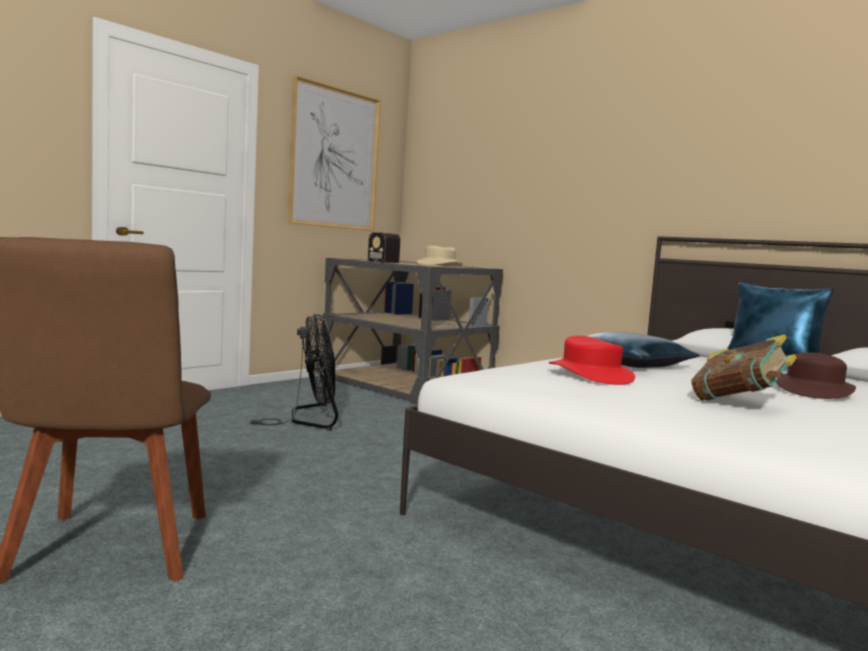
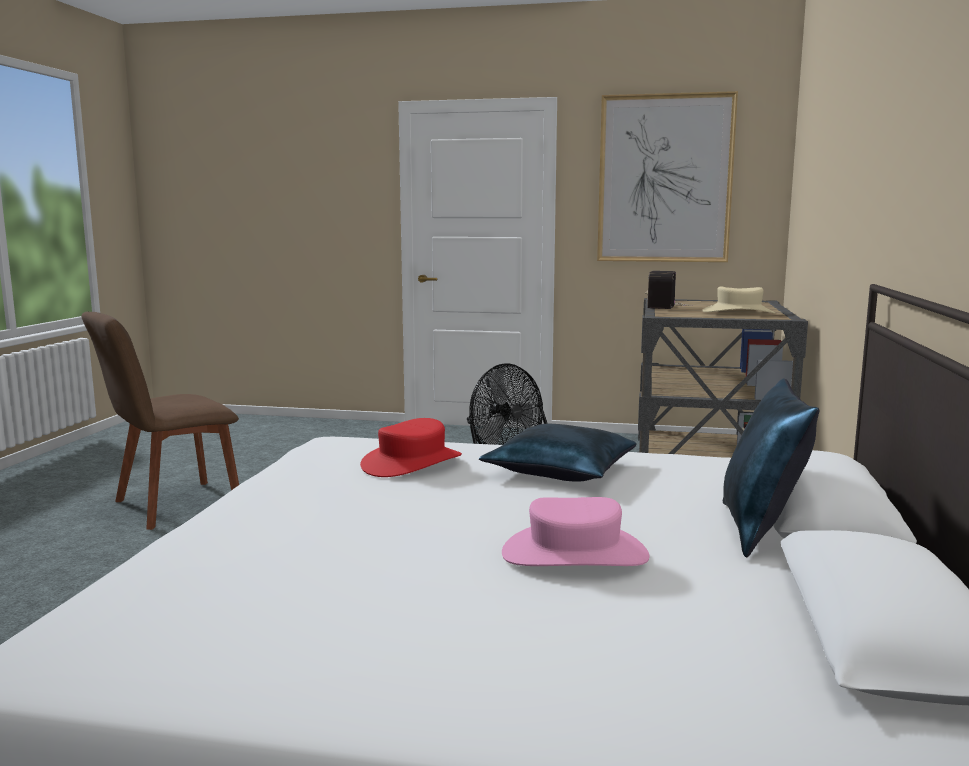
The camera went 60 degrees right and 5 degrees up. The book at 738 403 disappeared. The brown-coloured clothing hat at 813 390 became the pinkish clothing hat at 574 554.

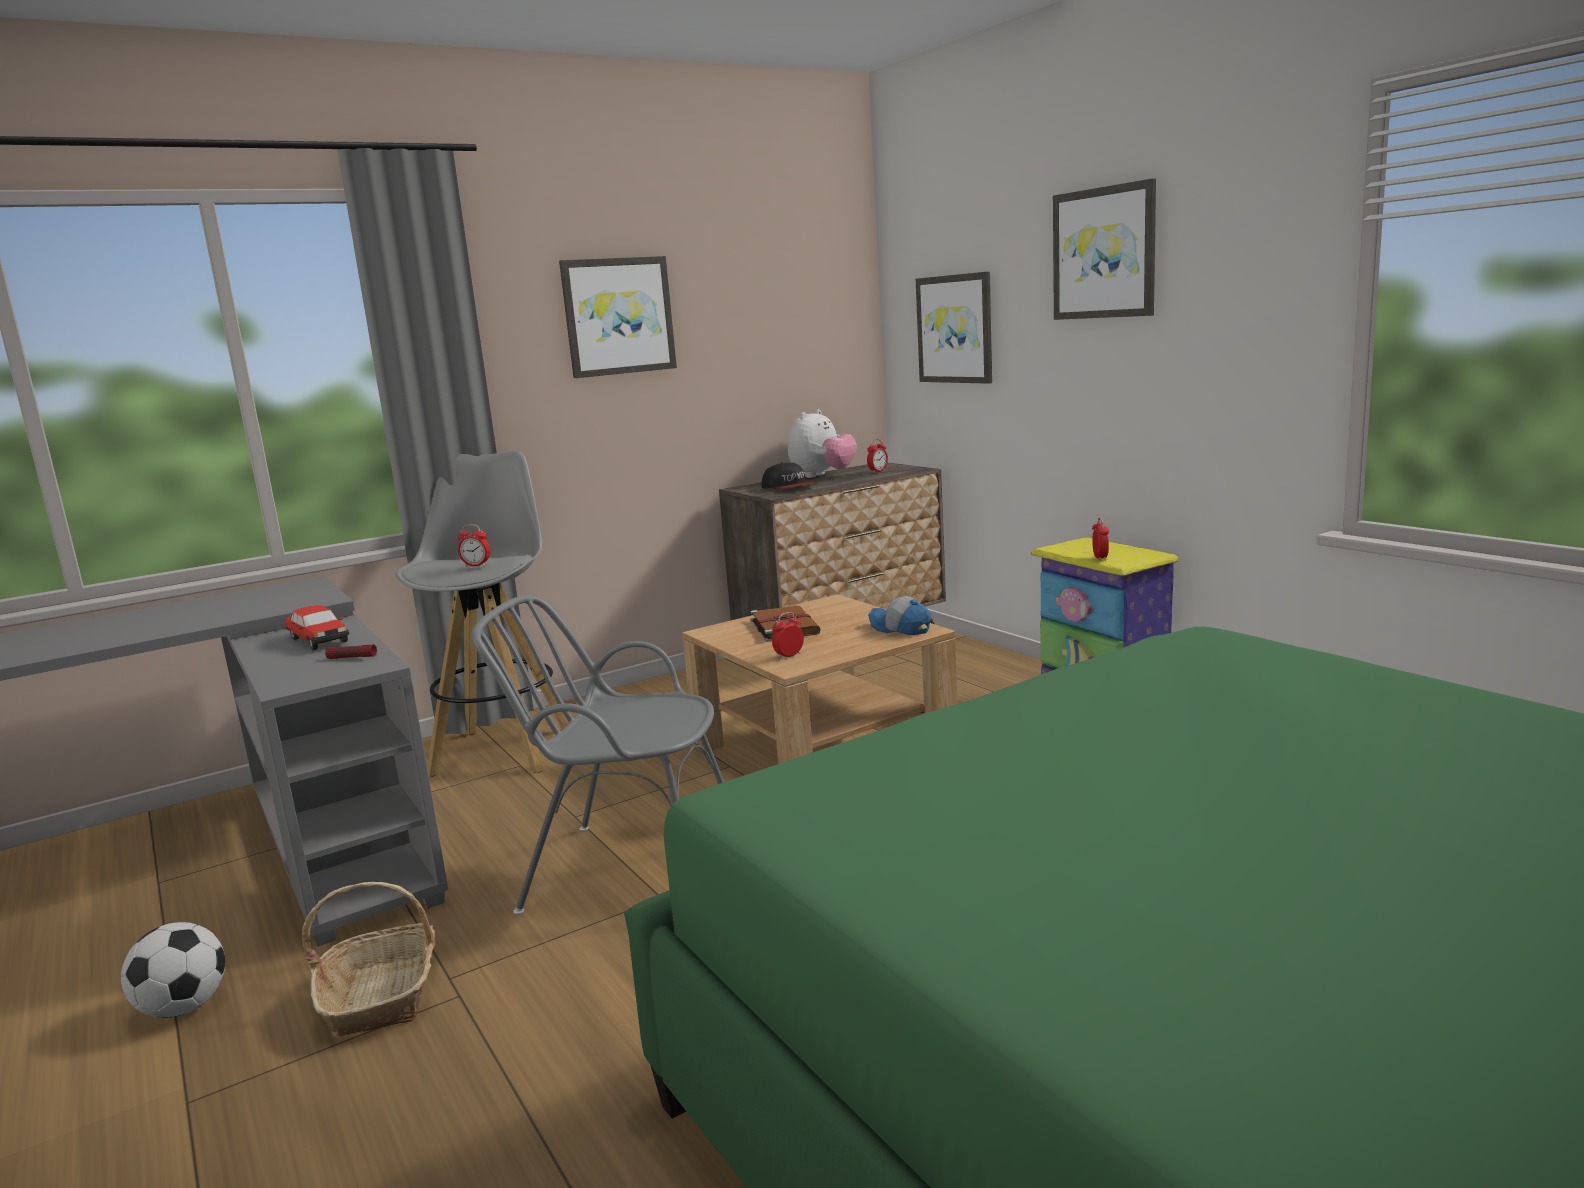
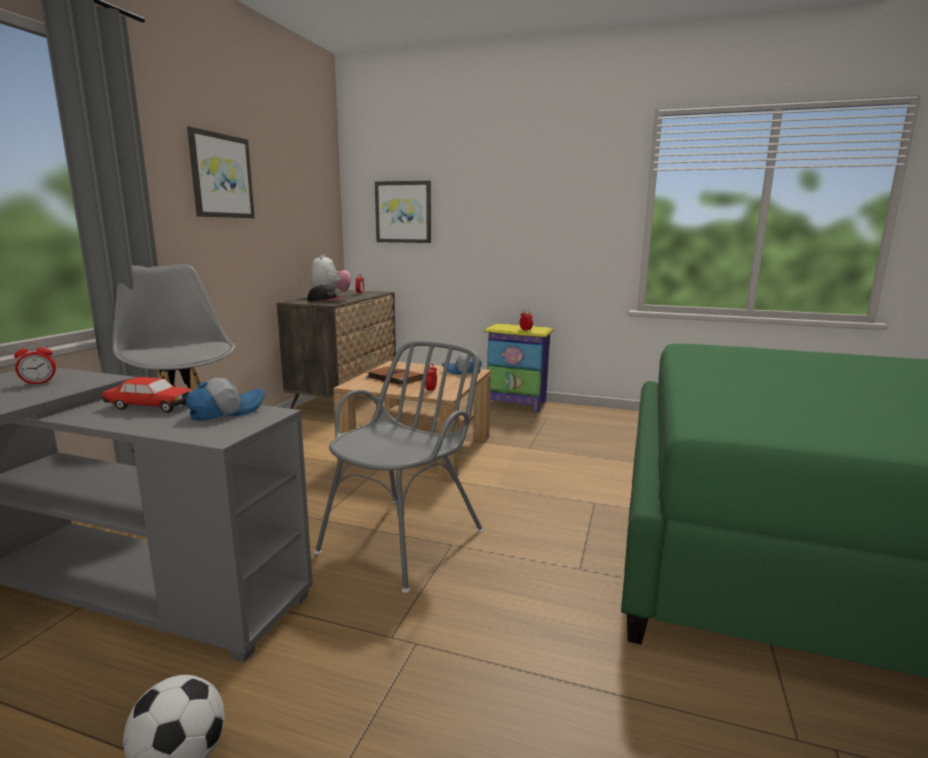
The camera went 40 degrees left and 0 degrees up. The picture at 1104 253 disappeared. The bedside clock moved from 476 565 to 39 383. The greyish upright chair at 626 869 turned 150 degrees clockwise. The torch at 352 658 was replaced by the baseball cap at 226 412. The storage basket at 382 994 disappeared.

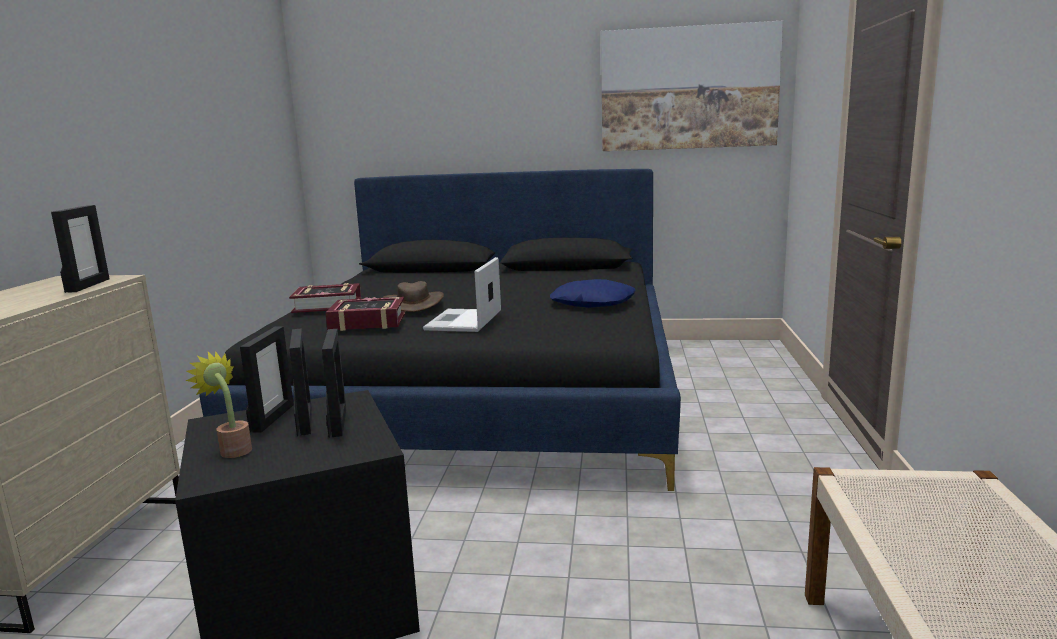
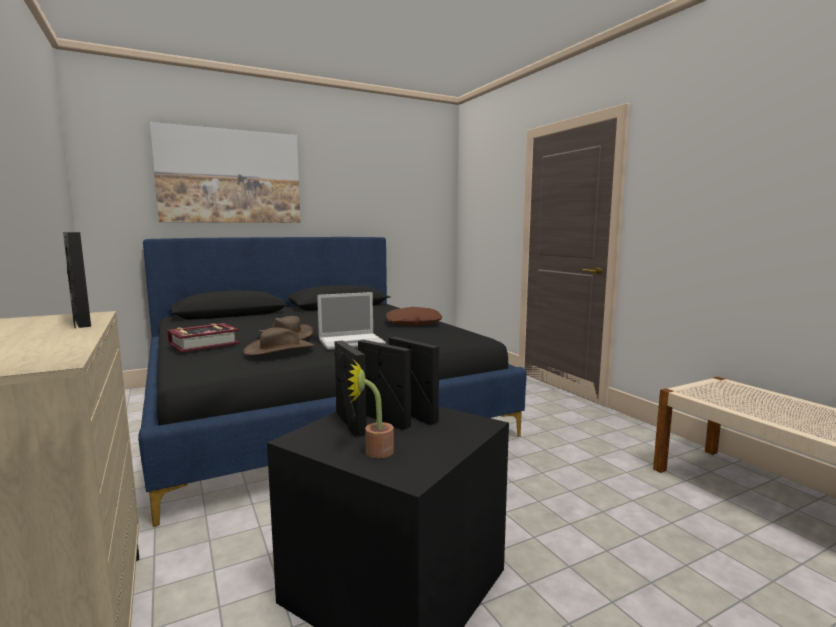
The camera went 35 degrees left and 5 degrees down. The picture moved from 688 88 to 230 177. The notebook computer at 463 322 turned 90 degrees counterclockwise. The bluish throw pillow at 592 303 became the brown-coloured throw pillow at 413 323. The book at 367 322 was replaced by the brown-coloured clothing hat at 280 349.

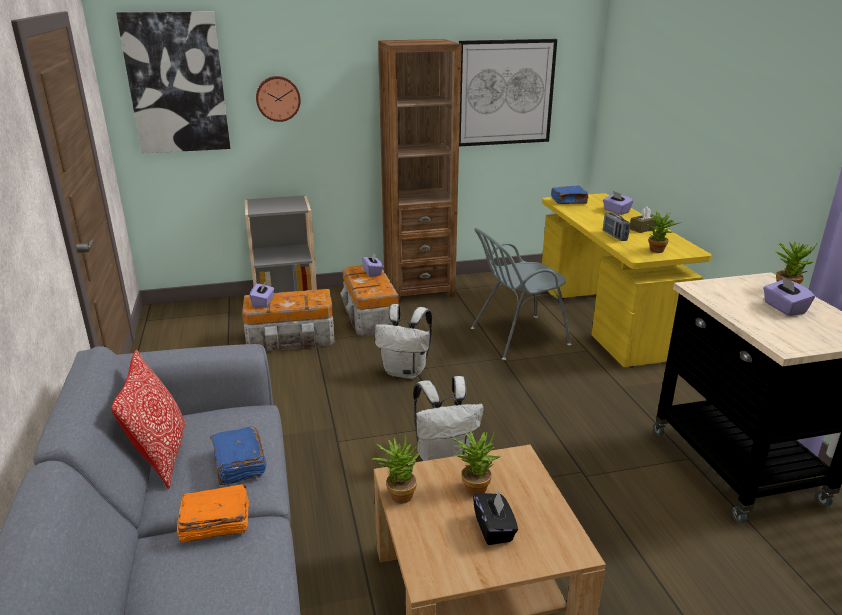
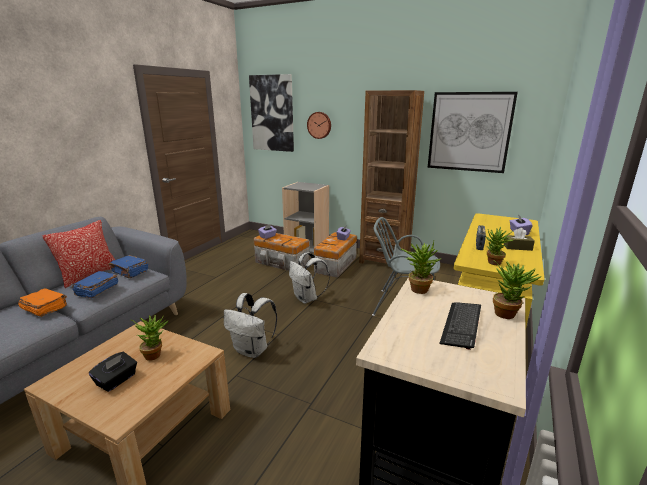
The camera went 40 degrees right and 5 degrees down. The bluish book moved from 569 201 to 130 272. The purple tissue box at 784 308 was replaced by the keyboard at 461 325. The potted plant moved from 397 494 to 417 288.

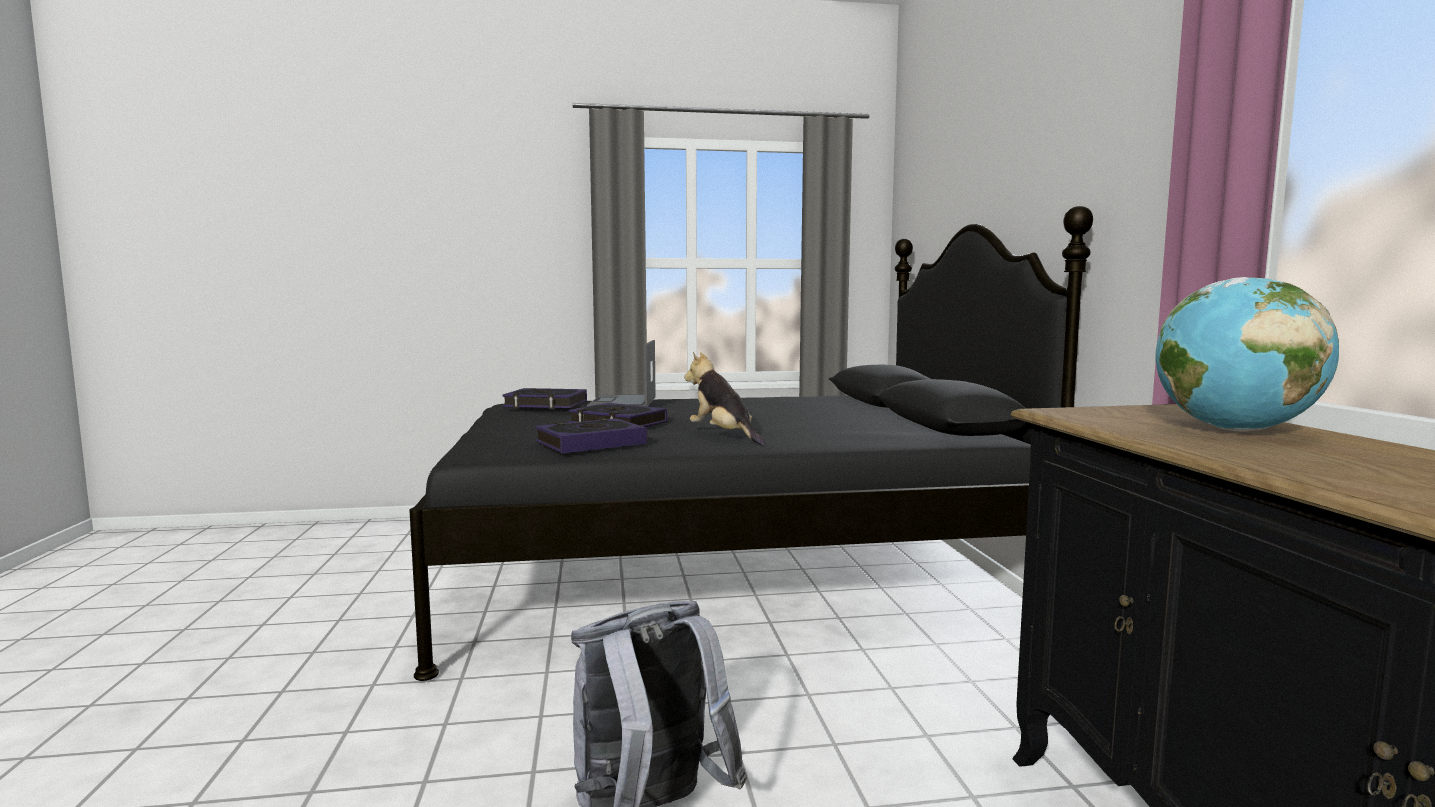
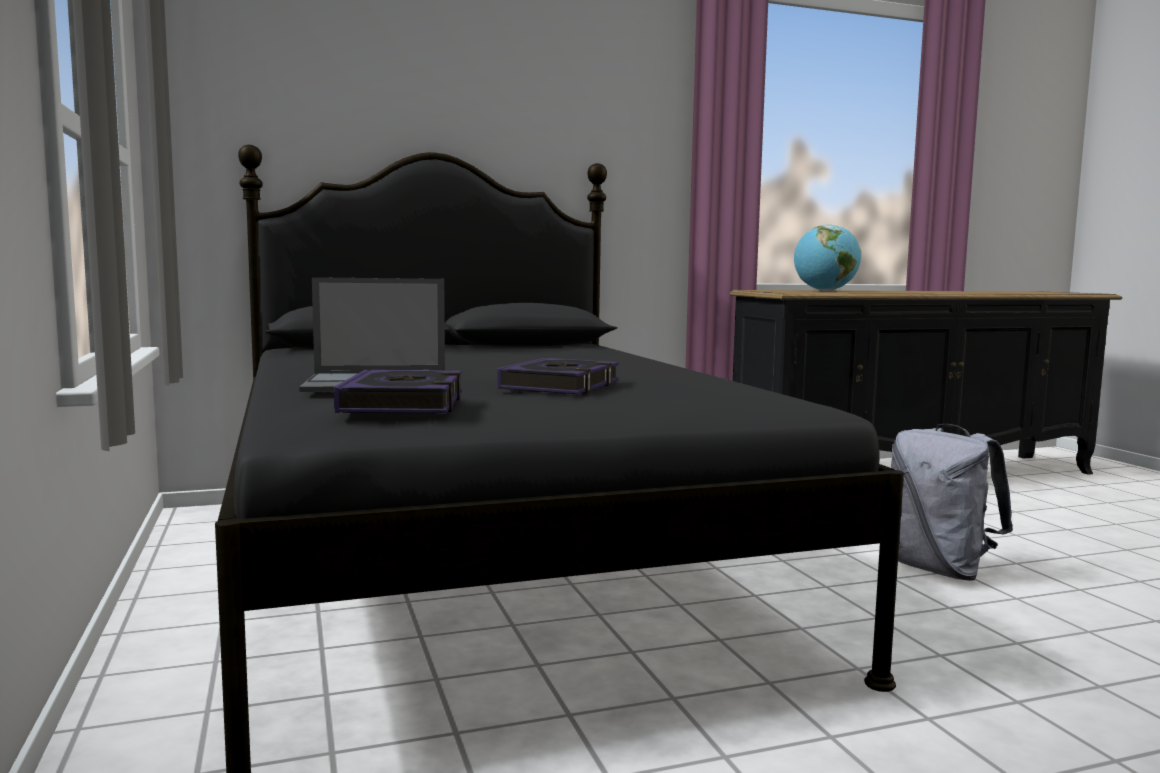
The camera went 100 degrees left and 0 degrees up. The cuddly toy at 723 436 disappeared. The book at 590 443 disappeared.

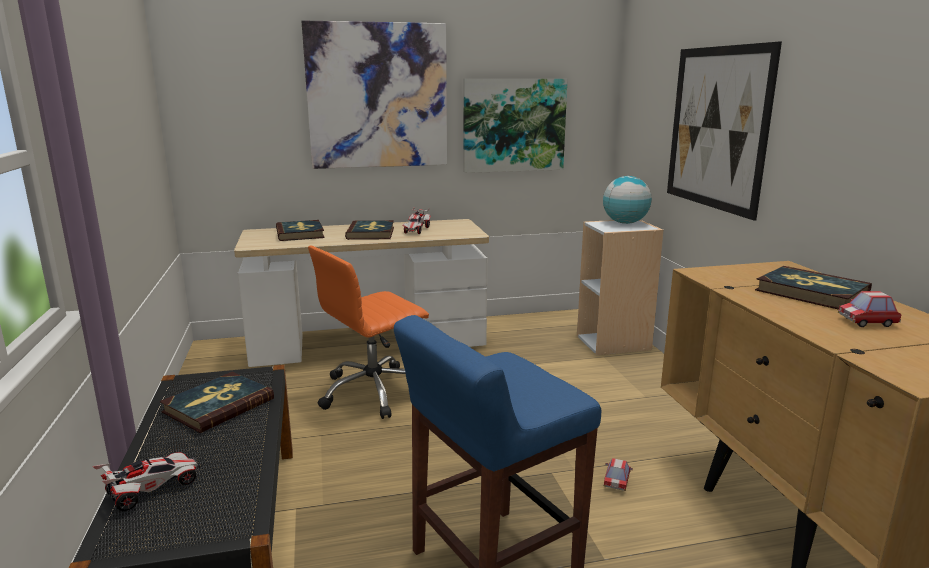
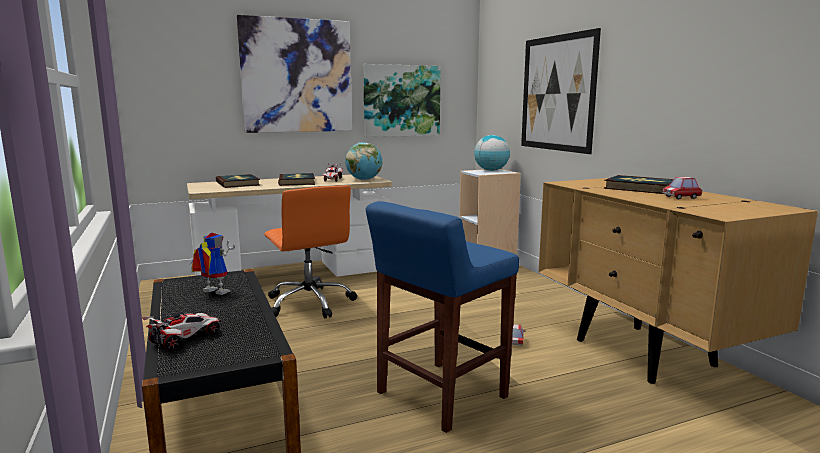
The camera went 10 degrees left and 5 degrees down. The orange computer chair at 373 392 turned 75 degrees counterclockwise. The book at 218 405 was replaced by the model robot at 211 292. The world globe at 364 180 appeared.

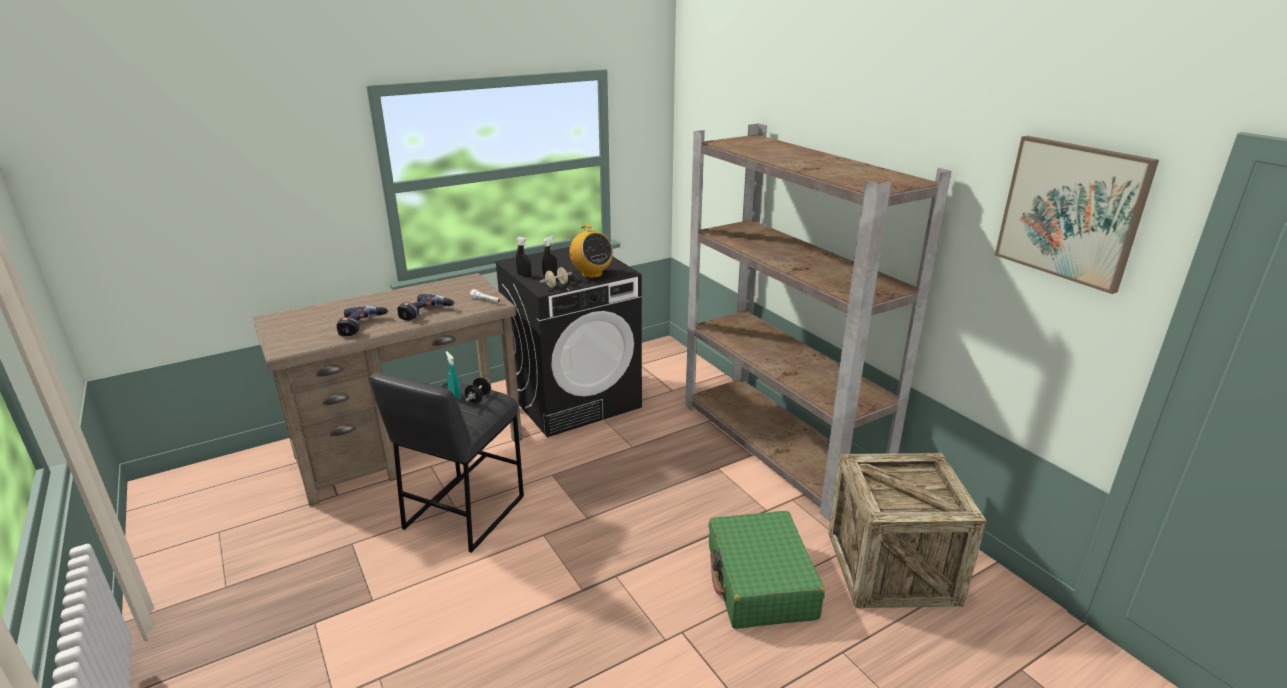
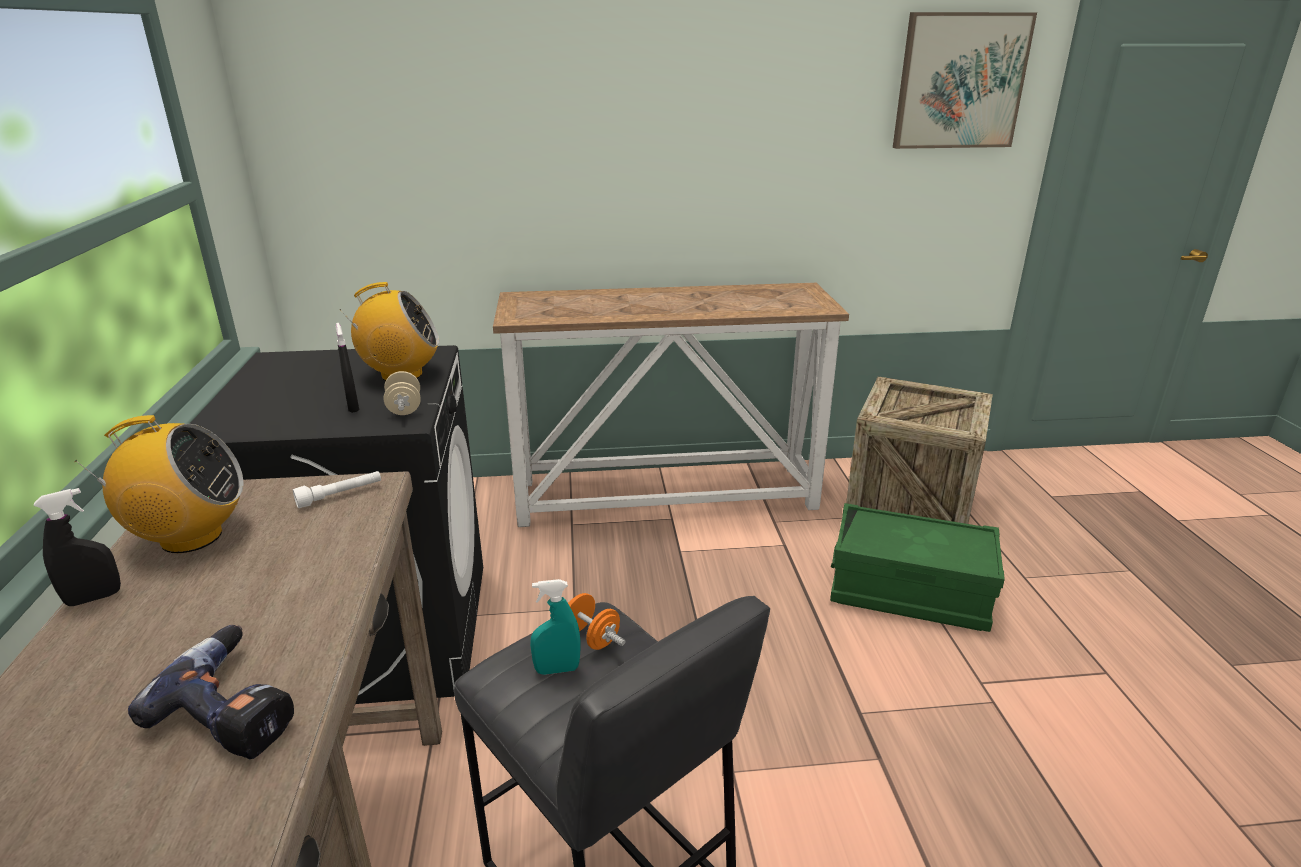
The camera went 65 degrees left and 0 degrees up. The brown-coloured shelving unit at 778 445 was replaced by the narrow table at 667 494. The blackish spray bottle moved from 524 276 to 94 598. The power drill at 426 314 disappeared. The blackish hand weight at 478 398 became the orange hand weight at 591 637. The green-coloured suitcase at 760 582 was replaced by the green-coloured storage container at 908 592. The radio set at 190 537 appeared.

